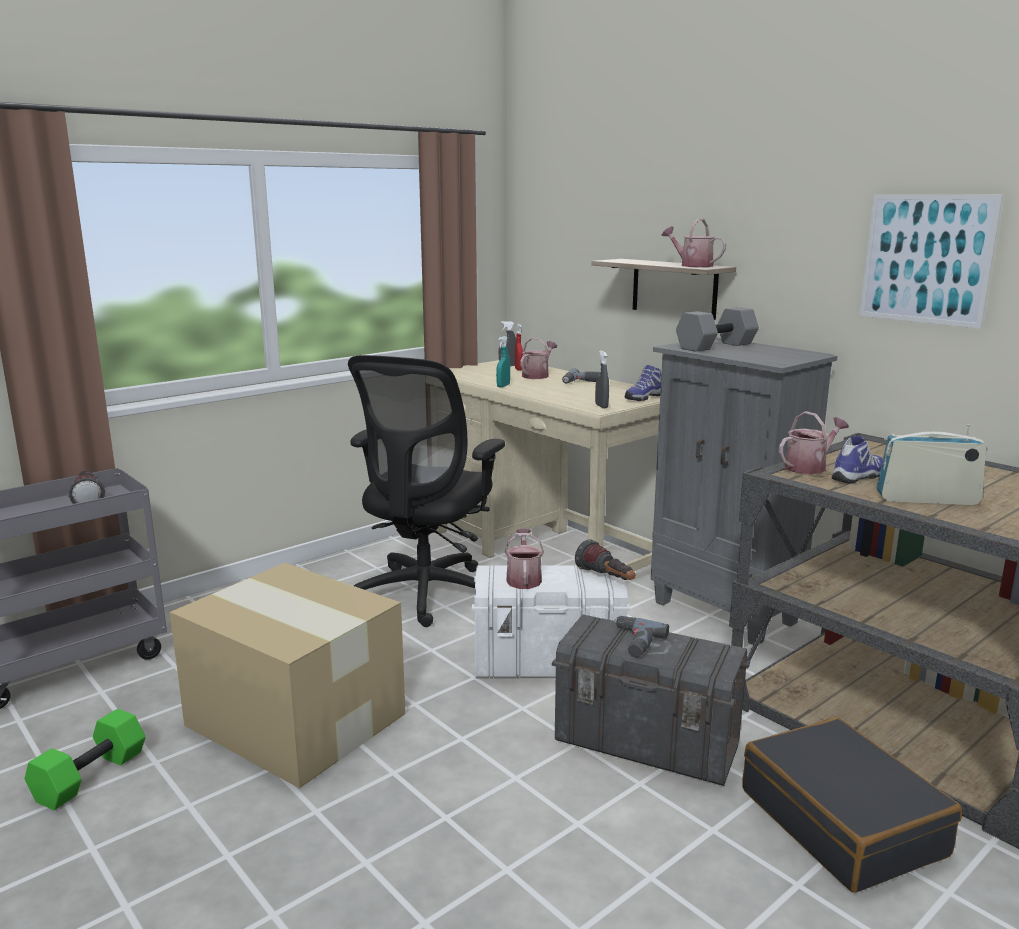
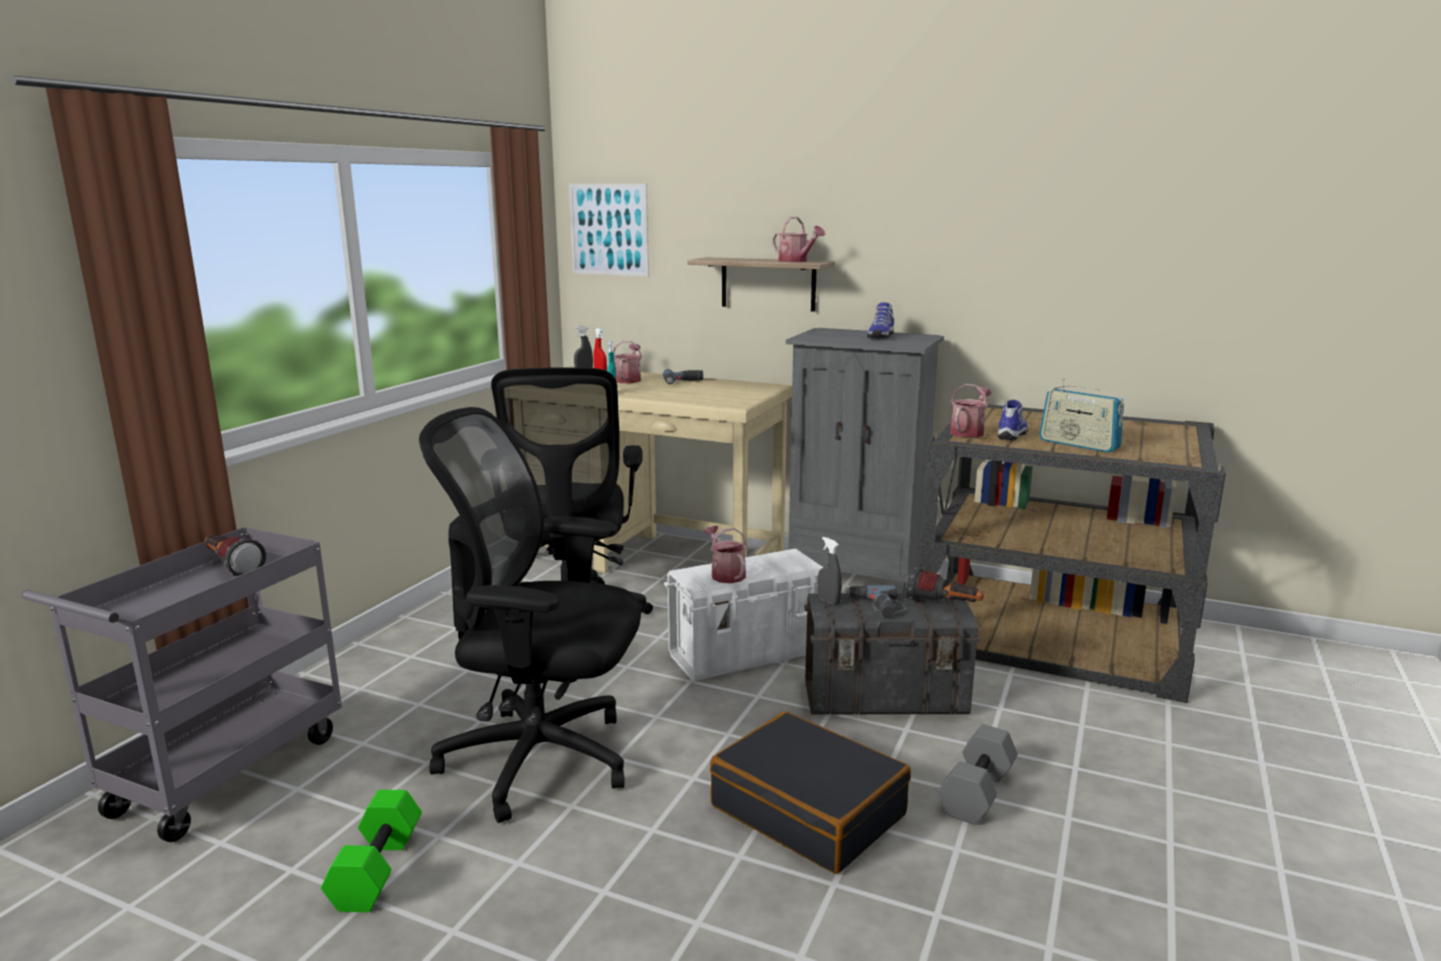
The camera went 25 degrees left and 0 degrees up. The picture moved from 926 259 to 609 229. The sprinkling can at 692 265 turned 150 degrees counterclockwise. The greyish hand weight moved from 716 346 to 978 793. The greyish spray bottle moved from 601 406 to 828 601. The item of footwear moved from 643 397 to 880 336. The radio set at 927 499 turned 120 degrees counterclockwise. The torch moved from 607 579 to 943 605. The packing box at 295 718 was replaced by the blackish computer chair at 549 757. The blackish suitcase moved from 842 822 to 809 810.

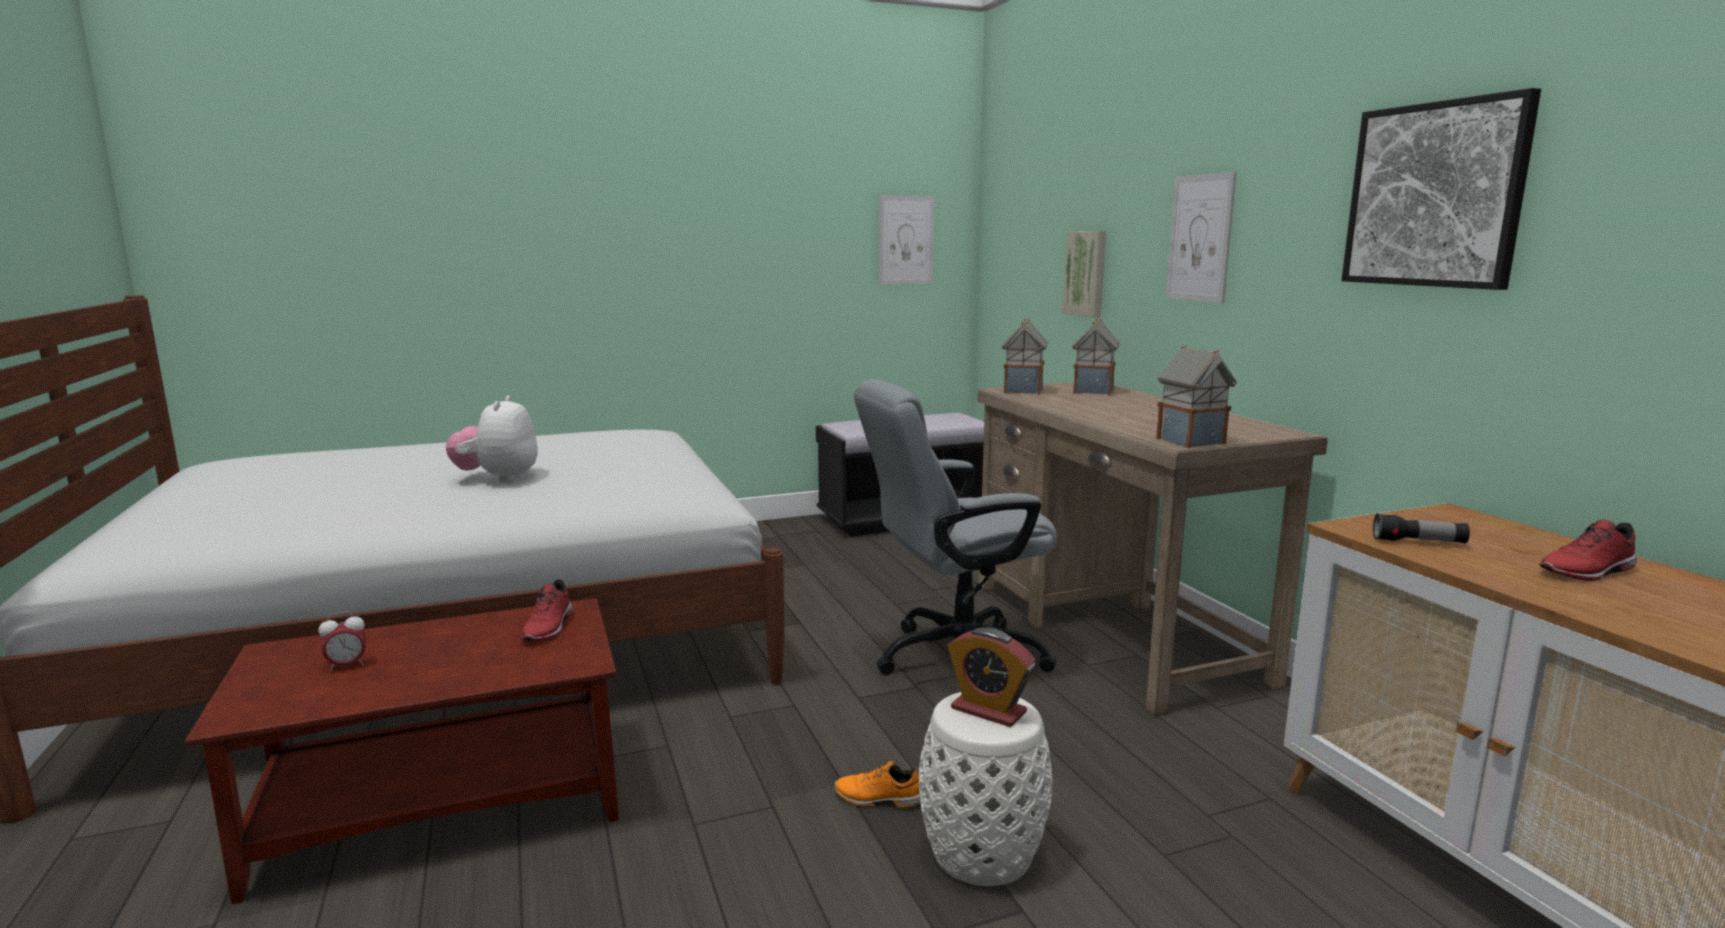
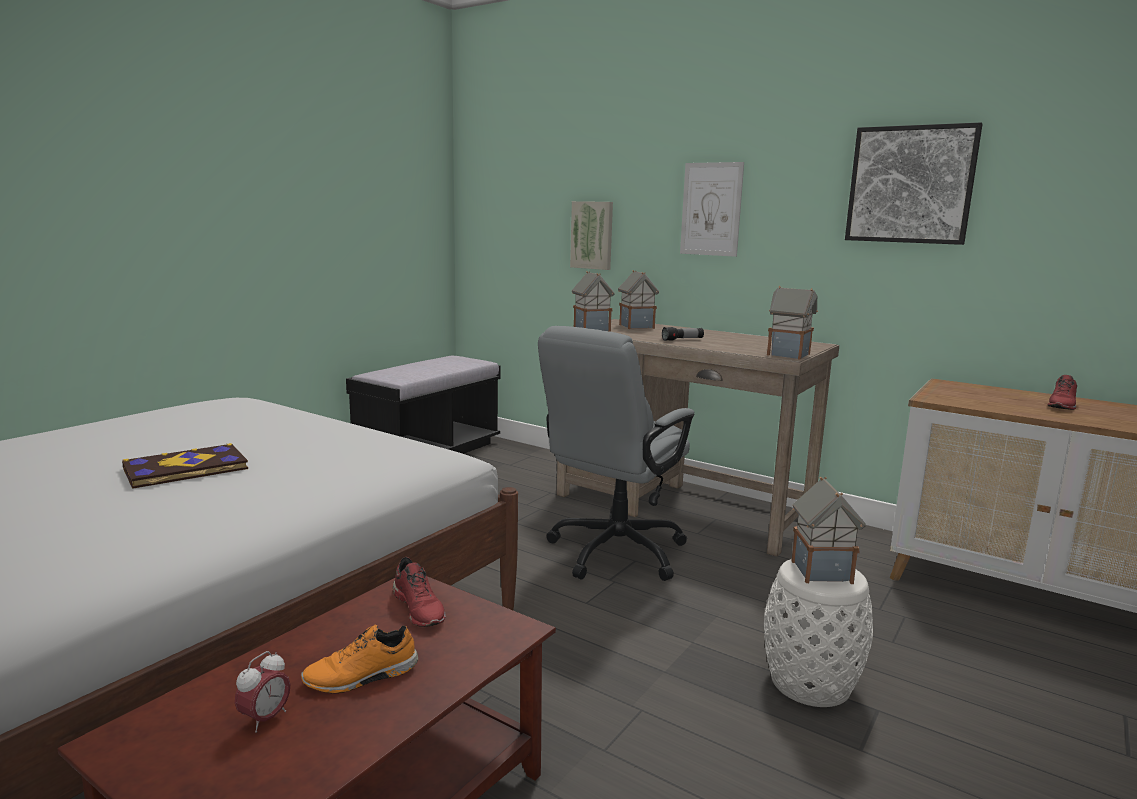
The camera went 35 degrees left and 0 degrees up. The picture at 906 240 disappeared. The cuddly toy at 498 479 was replaced by the book at 186 469. The torch moved from 1418 542 to 682 340. The bedside clock at 988 710 was replaced by the toy house at 820 571. The orange item of footwear moved from 878 799 to 361 677.

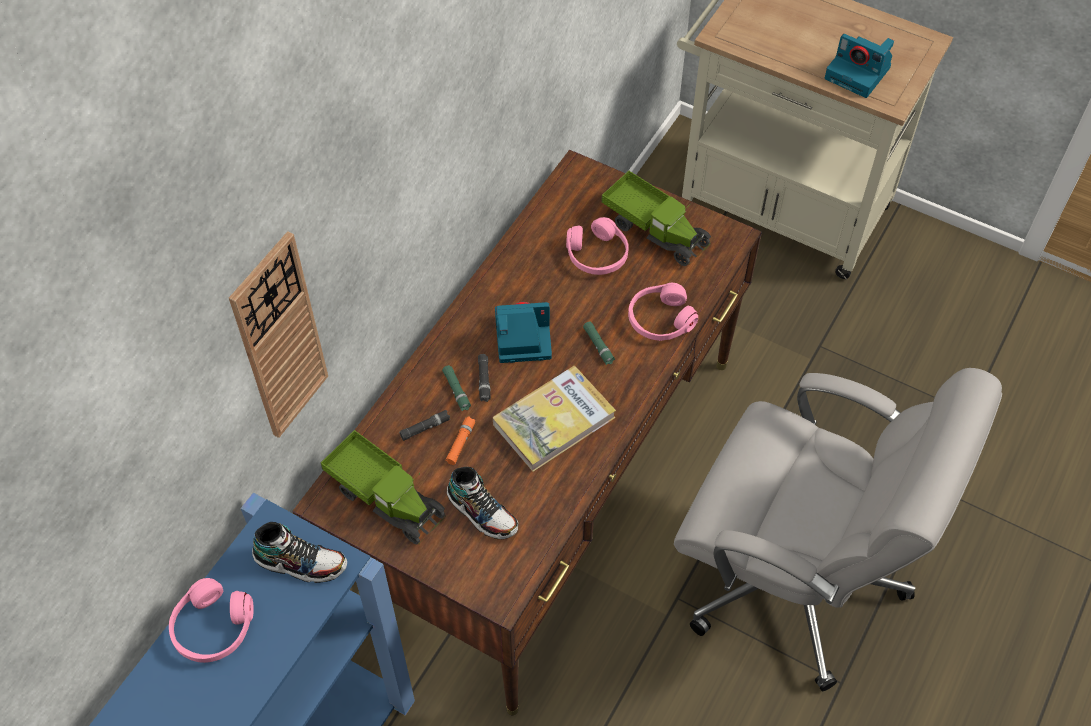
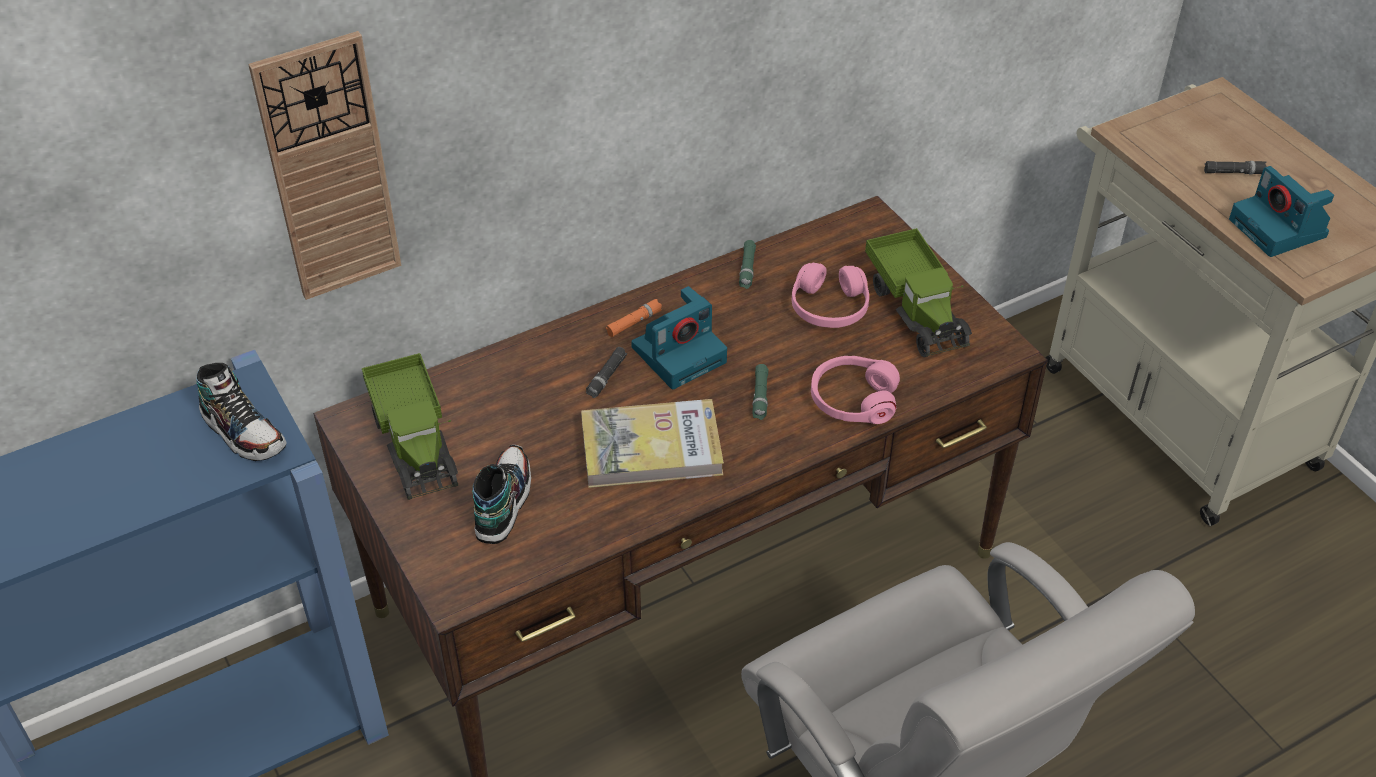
The camera went 30 degrees right and 10 degrees down. The photo camera at 521 338 turned 120 degrees clockwise. The green-coloured torch moved from 456 390 to 747 268. The blackish torch moved from 425 428 to 1234 172. The orange torch moved from 460 443 to 634 322. The item of footwear at 482 512 turned 150 degrees counterclockwise. The pinkish pair of headphones at 213 627 disappeared.

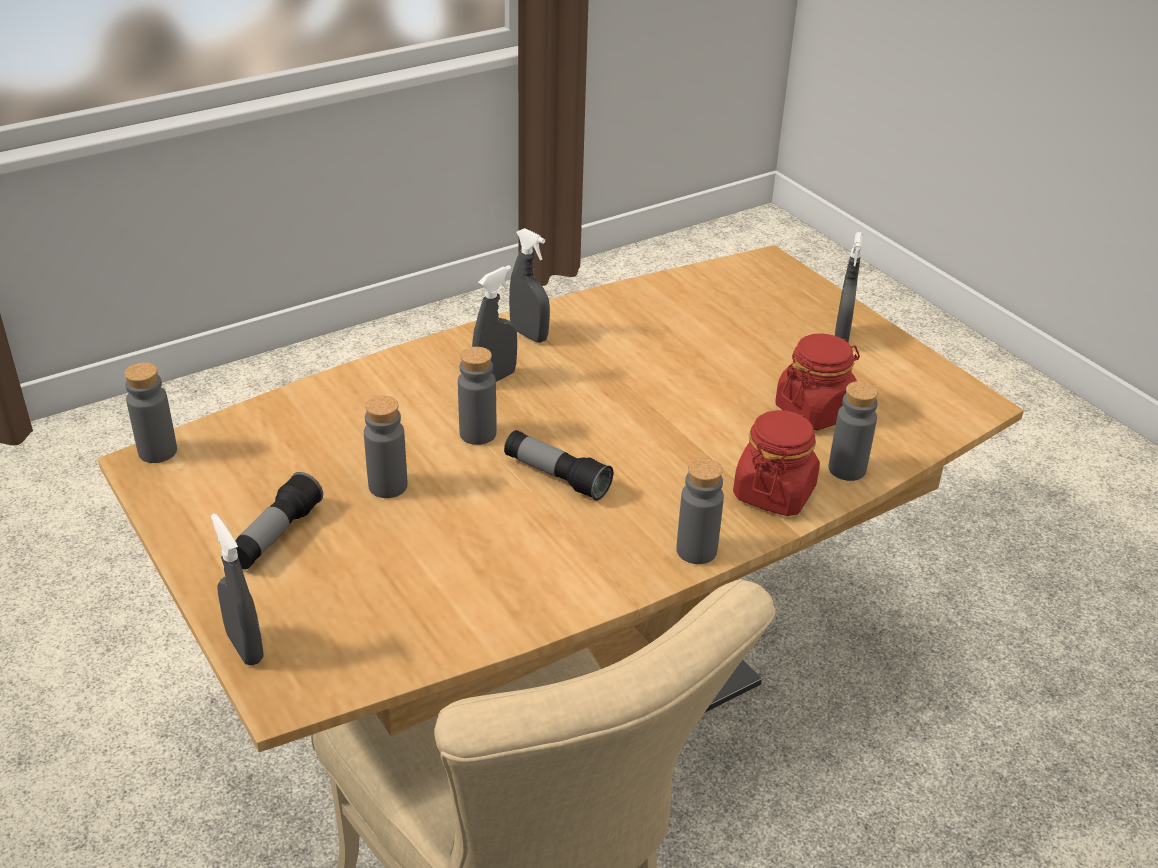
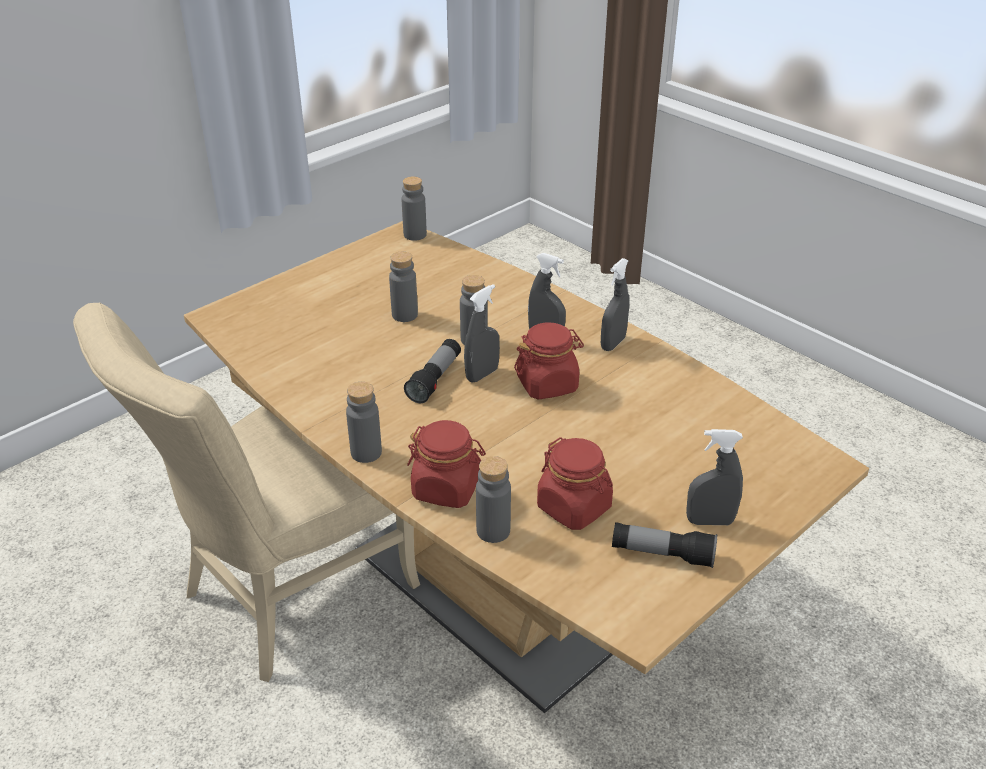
The camera went 80 degrees right and 0 degrees up. The torch moved from 275 536 to 662 554. The greyish spray bottle moved from 245 647 to 482 374. The reddish jar at 547 384 appeared.

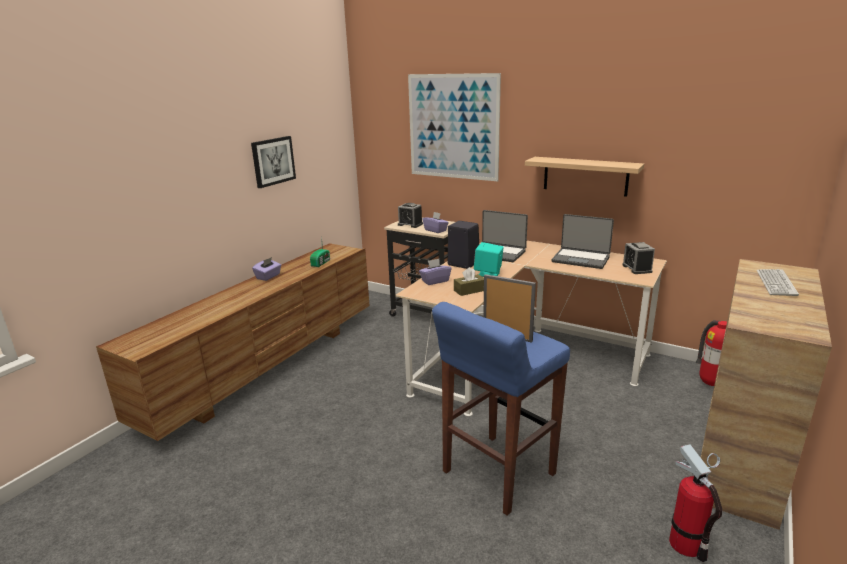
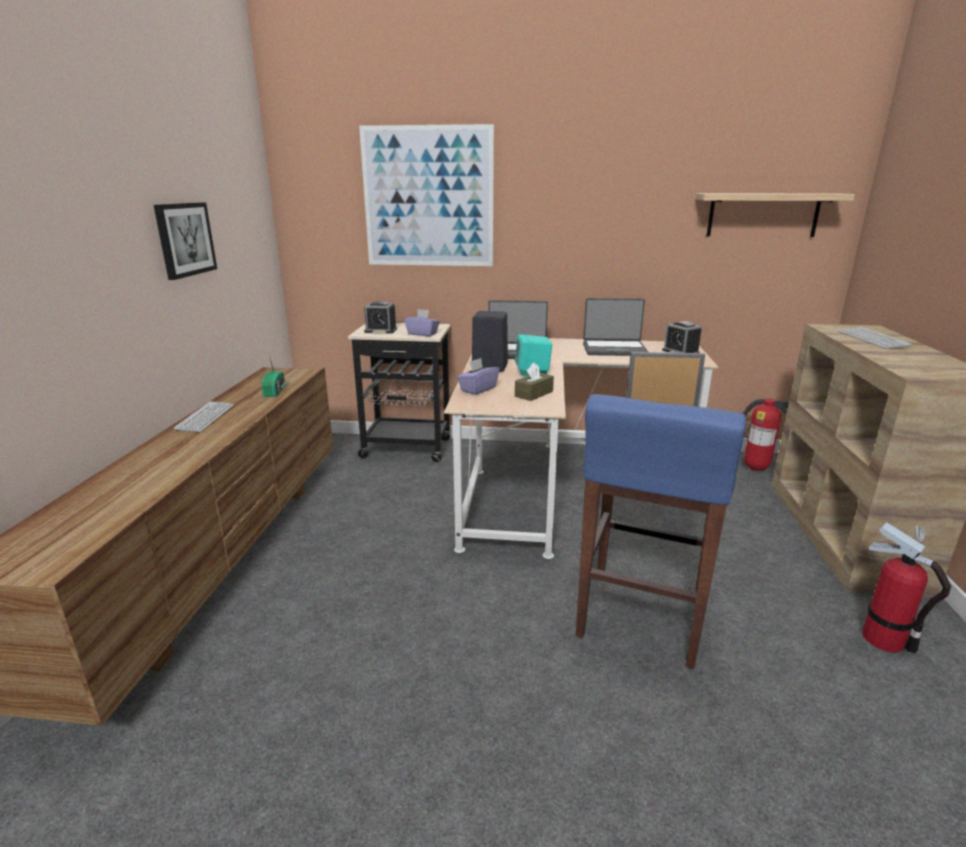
The camera went 25 degrees left and 0 degrees up. The wall shelf moved from 585 176 to 763 215. The purple tissue box at 268 276 was replaced by the keyboard at 205 418.

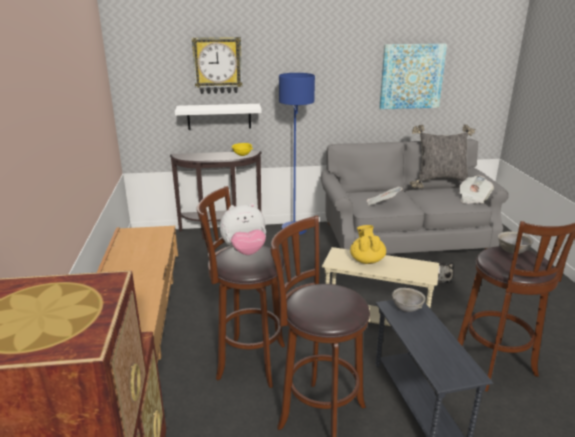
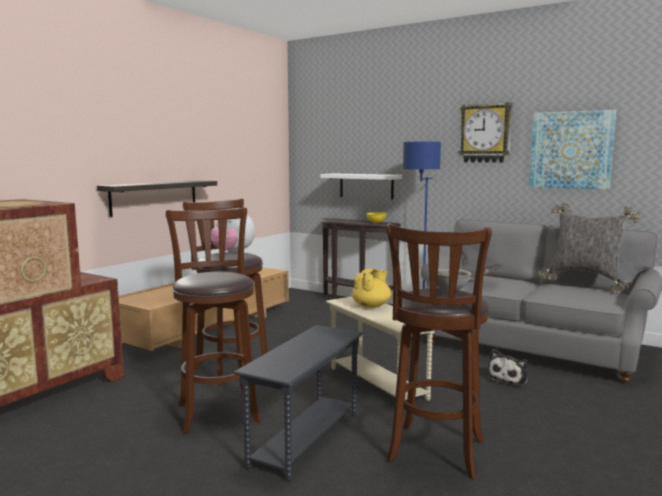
The camera went 40 degrees right and 15 degrees down. The clock on the wall moved from 217 65 to 485 133. The printed paper at 472 199 disappeared. The greyish serving bowl at 407 309 disappeared. The wall shelf at 154 197 appeared.

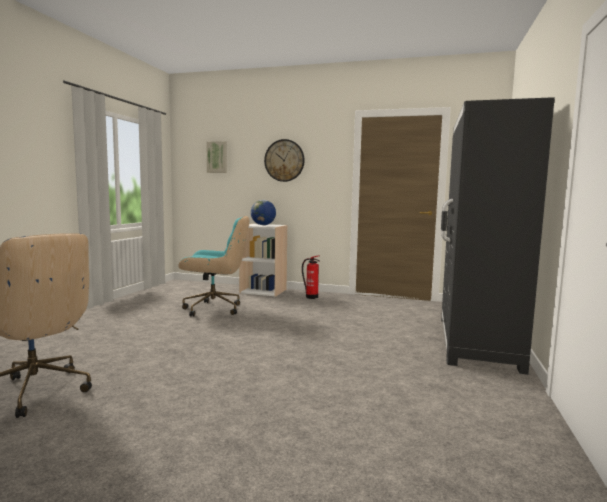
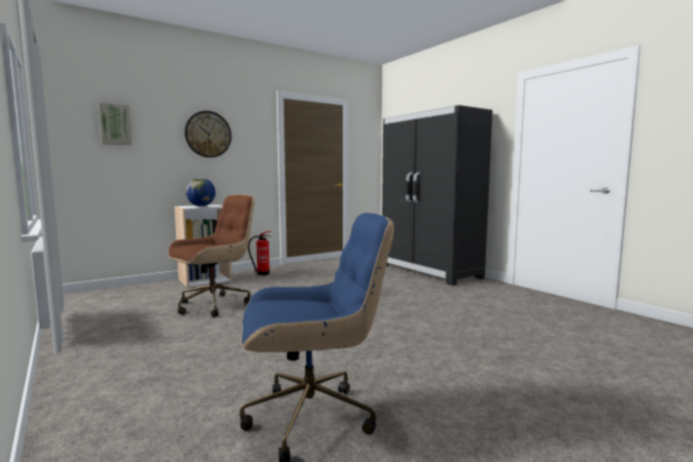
The camera went 50 degrees left and 0 degrees up. The turquoise-coloured computer chair at 215 309 became the brown-coloured computer chair at 215 305.

